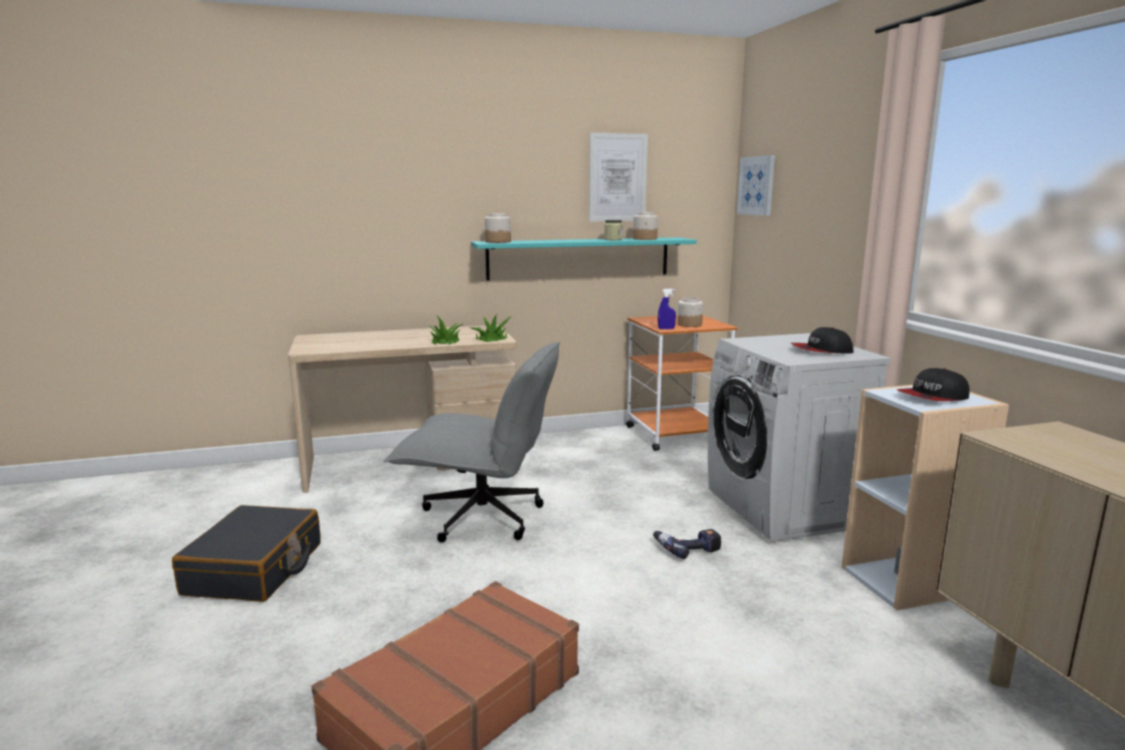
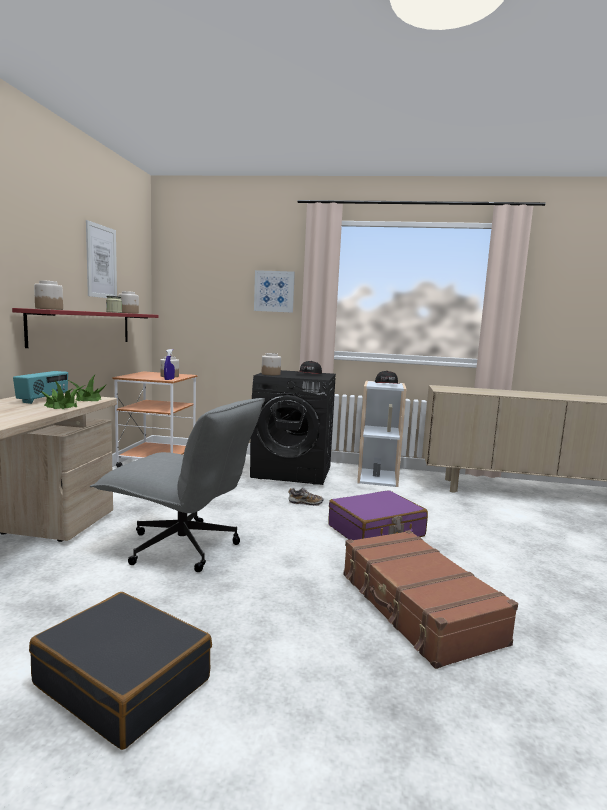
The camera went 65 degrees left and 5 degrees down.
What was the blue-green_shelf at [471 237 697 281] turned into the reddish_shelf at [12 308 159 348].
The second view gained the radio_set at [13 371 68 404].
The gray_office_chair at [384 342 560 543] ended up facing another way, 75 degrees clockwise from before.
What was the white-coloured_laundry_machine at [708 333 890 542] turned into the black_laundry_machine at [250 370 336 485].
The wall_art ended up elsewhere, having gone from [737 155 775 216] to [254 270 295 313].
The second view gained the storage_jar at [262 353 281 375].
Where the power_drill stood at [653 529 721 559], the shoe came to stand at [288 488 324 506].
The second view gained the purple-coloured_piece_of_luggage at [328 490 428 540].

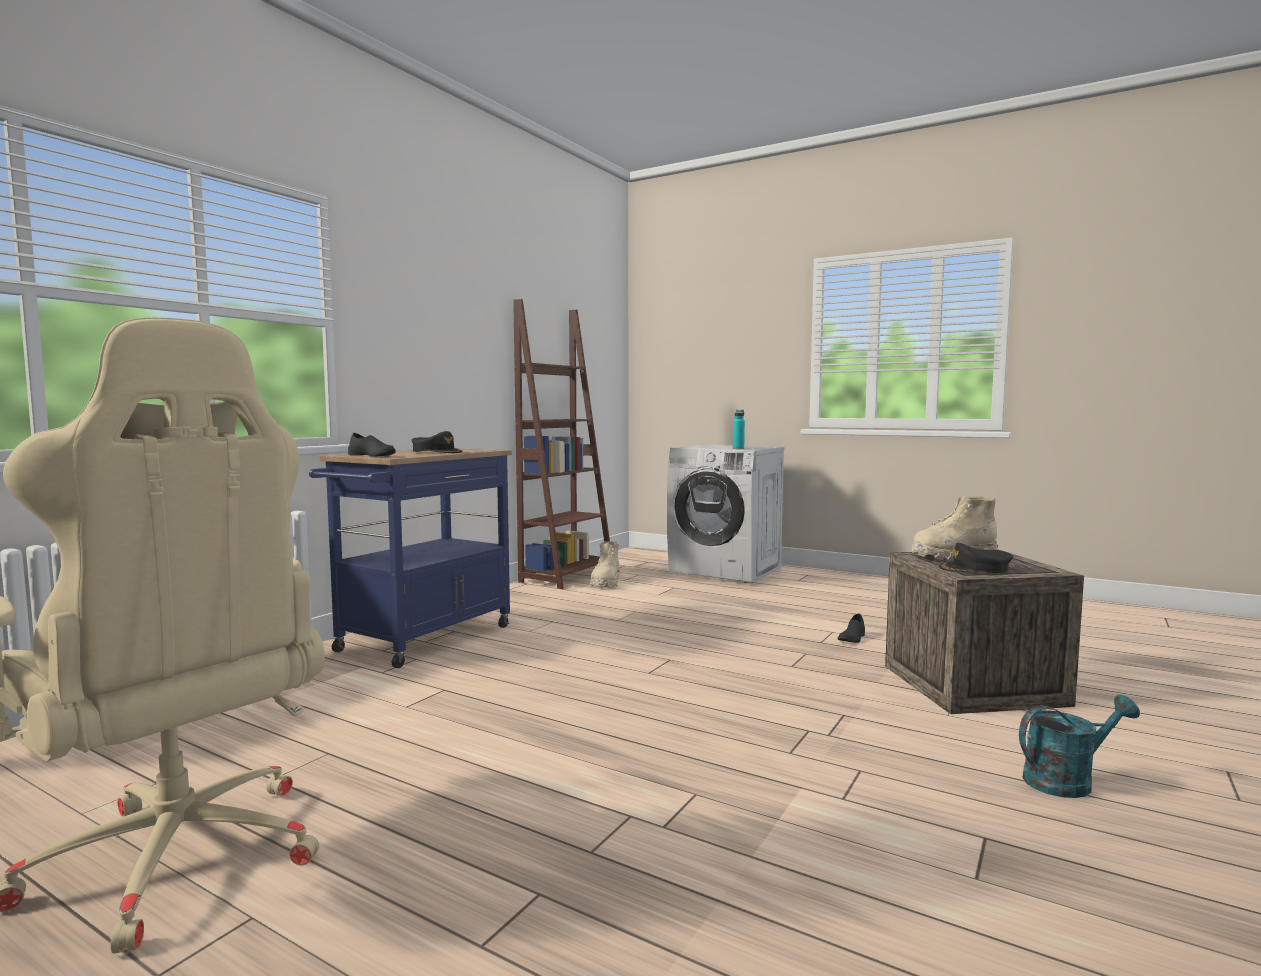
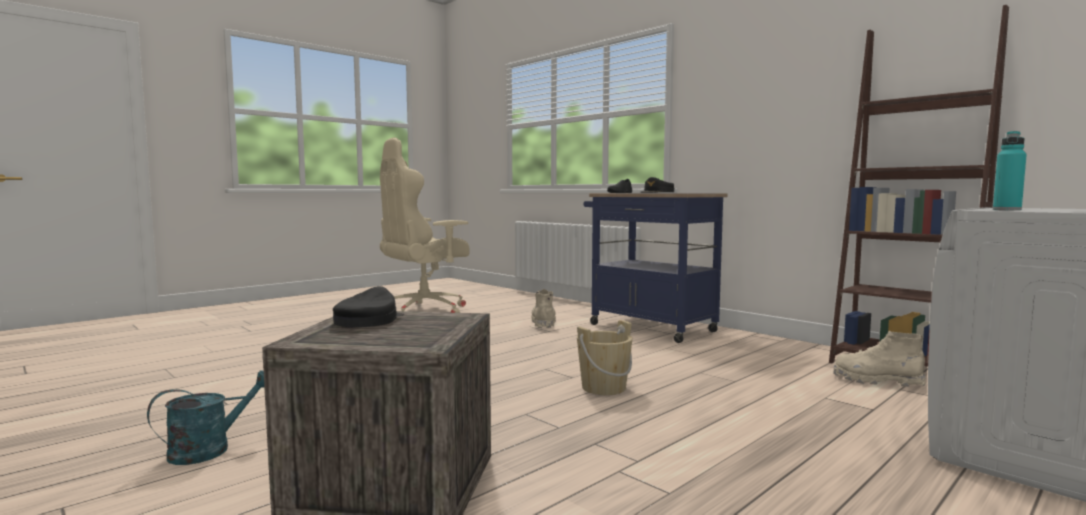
The camera went 105 degrees right and 0 degrees up.
The blue-green_watering_pot at [1019 694 1140 798] ended up facing another way, 135 degrees counterclockwise from before.
The beige-coloured_tall_boot ended up elsewhere, having gone from [912 496 999 561] to [531 289 556 328].
The second view gained the beige-coloured_pail at [577 320 633 395].
The second view lost the black_shoe at [838 613 865 643].

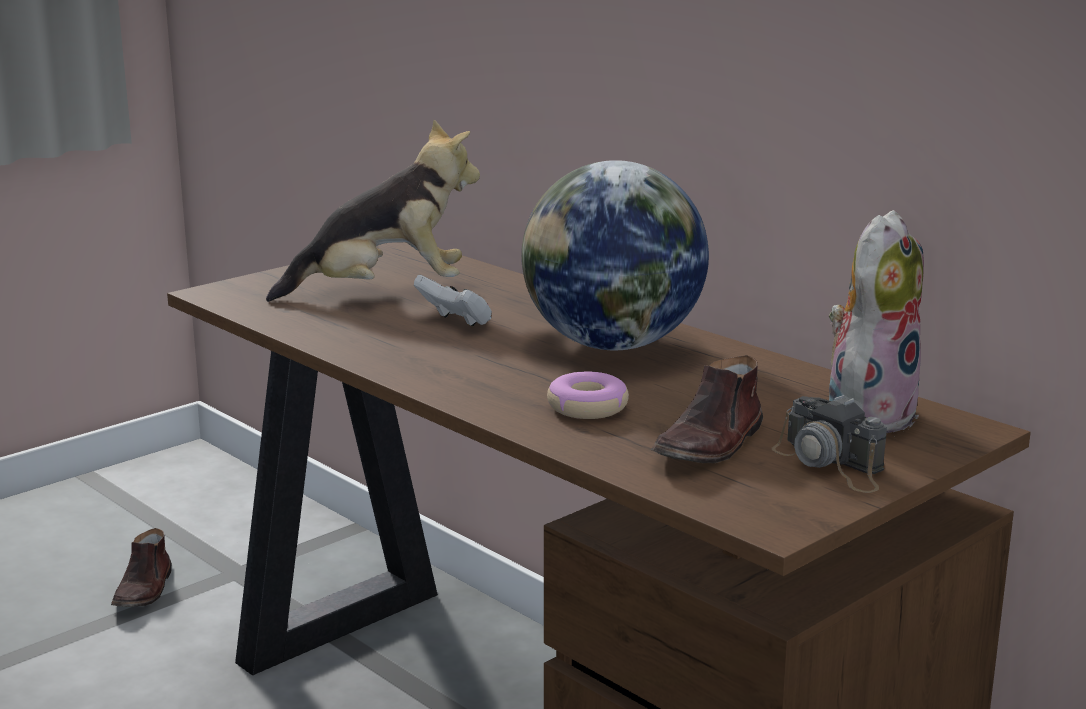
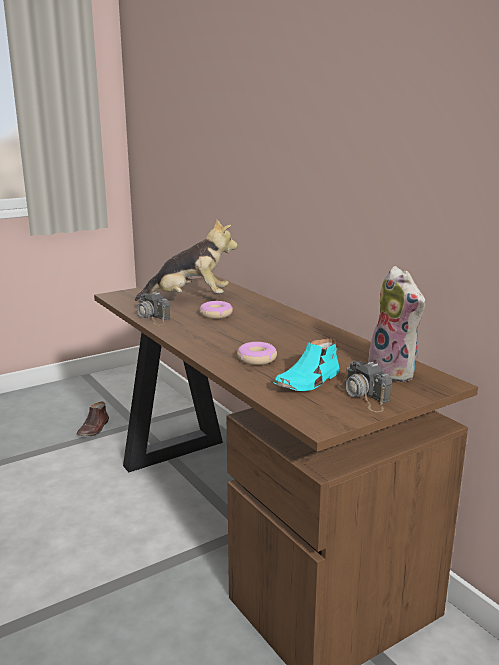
The camera went 10 degrees right and 0 degrees up.
The second view gained the still_camera at [133 292 170 325].
Where the white-coloured_game_controller stood at [414 275 492 327], the ring_doughnut came to stand at [200 301 233 319].
What was the brownish_shoe at [651 355 763 463] turned into the blue-green_shoe at [273 338 340 391].
The cuddly_toy at [829 210 924 437] ended up facing another way, 105 degrees clockwise from before.
The second view lost the globe at [521 160 709 350].

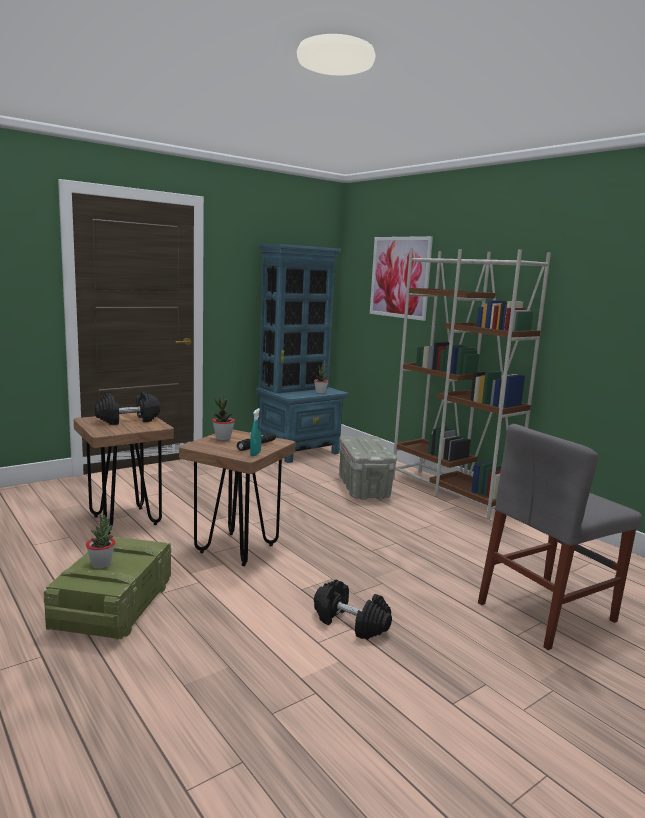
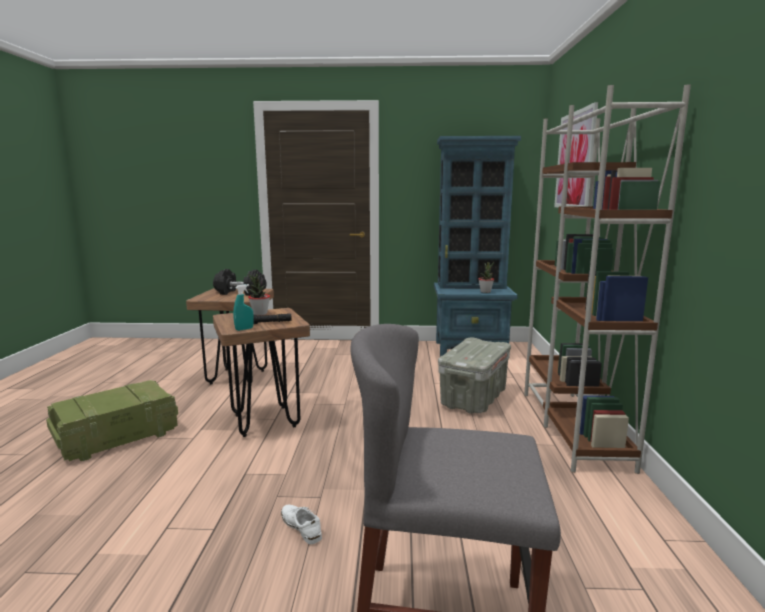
The camera went 40 degrees right and 0 degrees up.
The second view gained the white-coloured_shoe at [281 505 322 544].
The second view lost the houseplant at [86 515 115 569].
The second view lost the black_free_weight at [314 579 392 640].

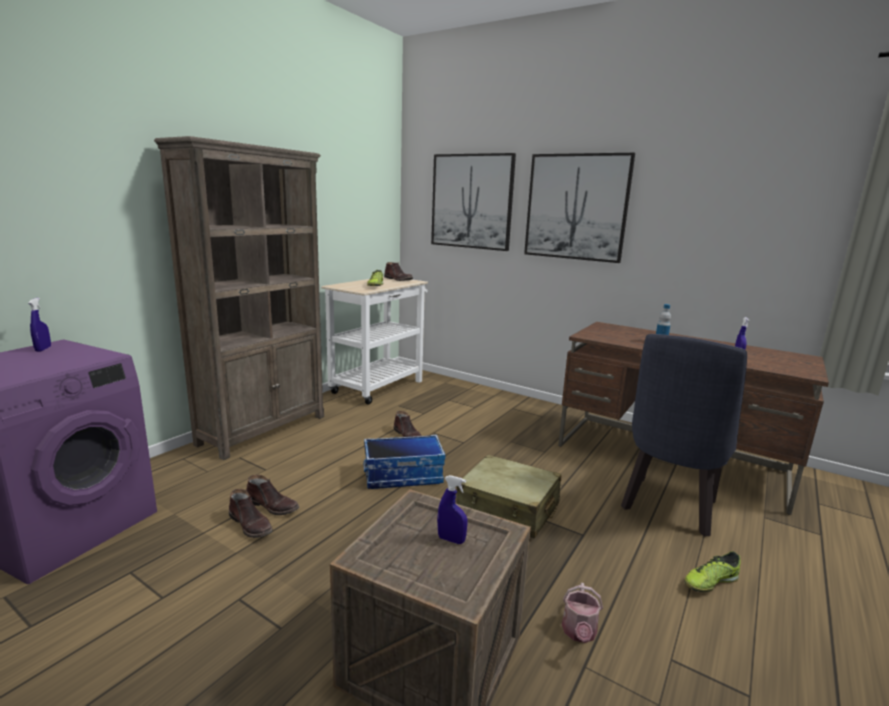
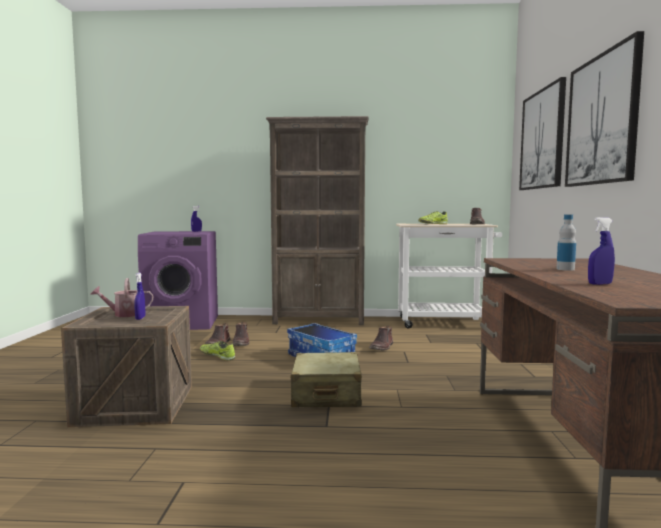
The camera went 60 degrees right and 10 degrees down.
The watering_pot ended up elsewhere, having gone from [562 583 603 643] to [90 278 153 317].
The shoe ended up elsewhere, having gone from [684 551 741 592] to [200 341 235 361].
The second view lost the bluish_plain_chair at [621 334 747 536].

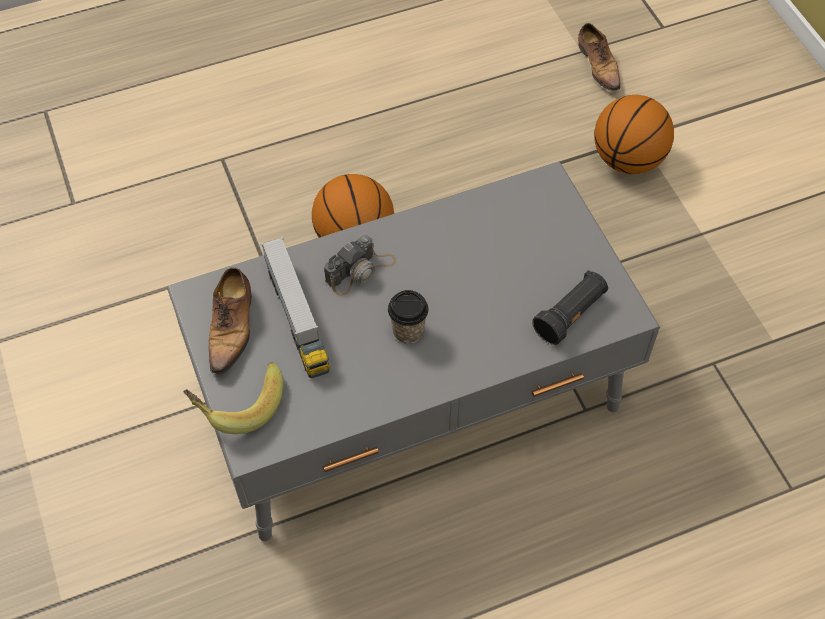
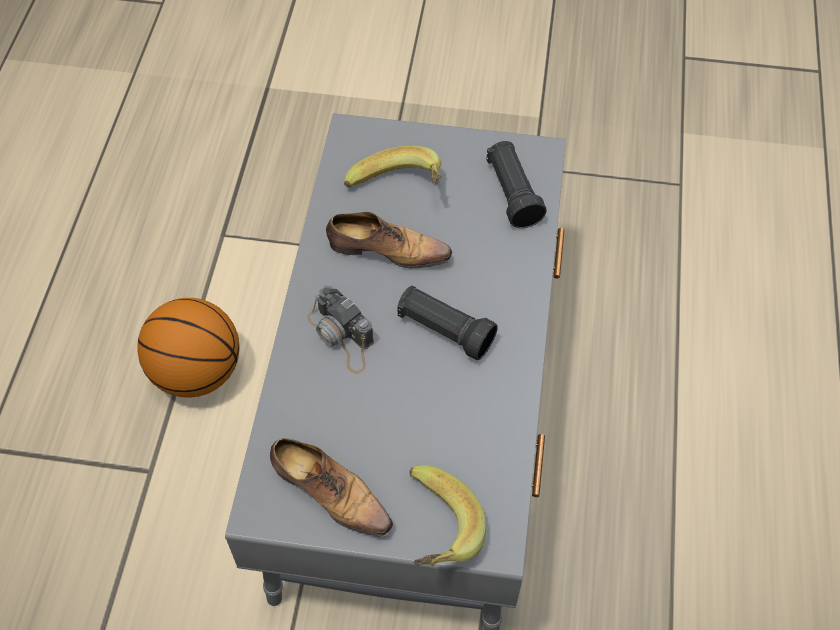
The camera went 60 degrees left and 0 degrees up.
The still_camera at [324 235 396 296] ended up facing another way, 150 degrees clockwise from before.
The shoe ended up elsewhere, having gone from [578 23 620 91] to [326 212 452 268].
The second view gained the banana at [344 146 441 188].
Where the small_cup stood at [388 290 428 344], the black_flashlight came to stand at [397 286 498 360].
The second view lost the model_truck at [261 237 330 379].
The second view lost the ball_for_basketball at [594 95 674 174].

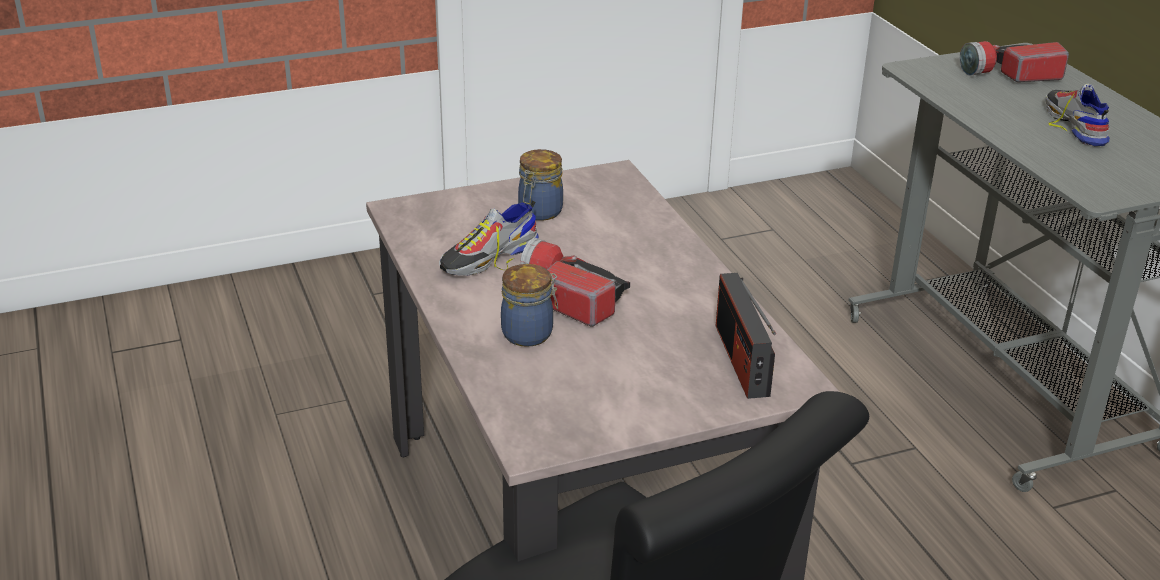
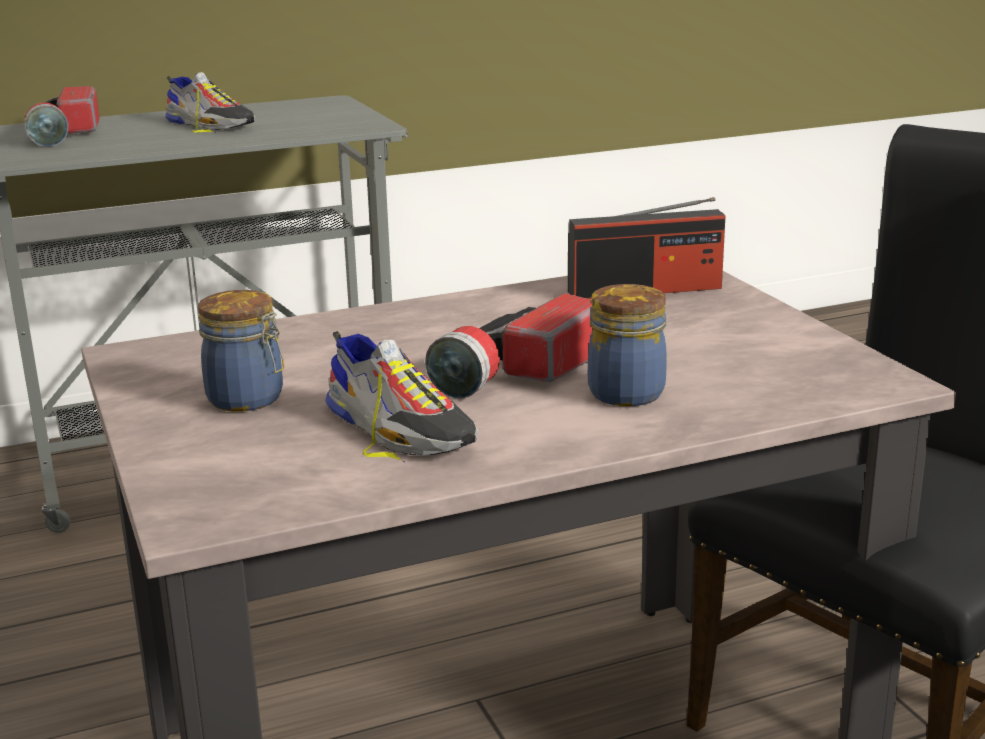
The camera went 90 degrees left and 10 degrees down.
The shoe at [1046 84 1110 147] ended up facing another way, 135 degrees counterclockwise from before.

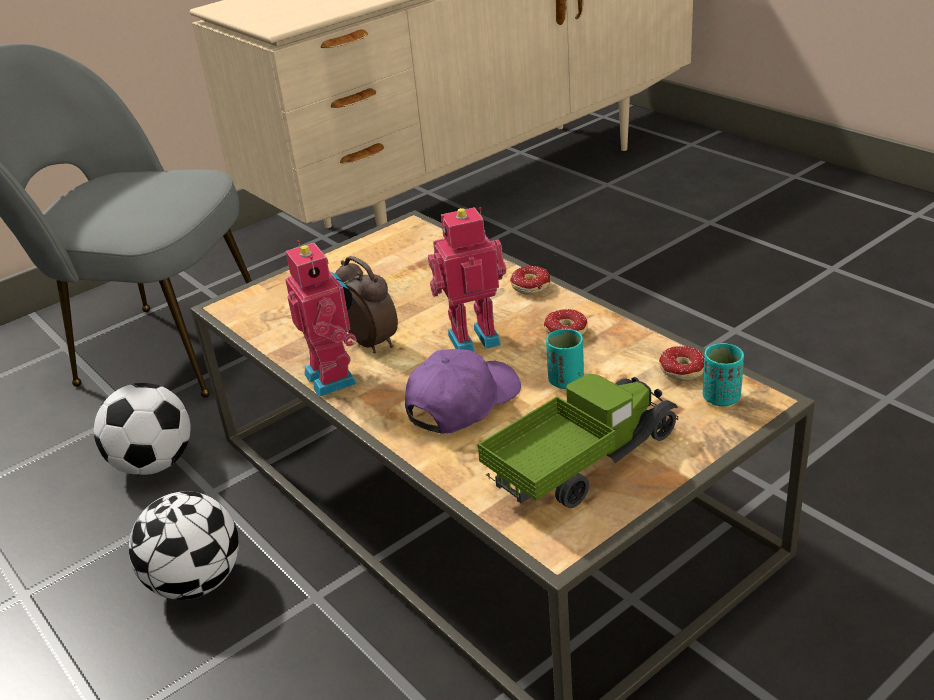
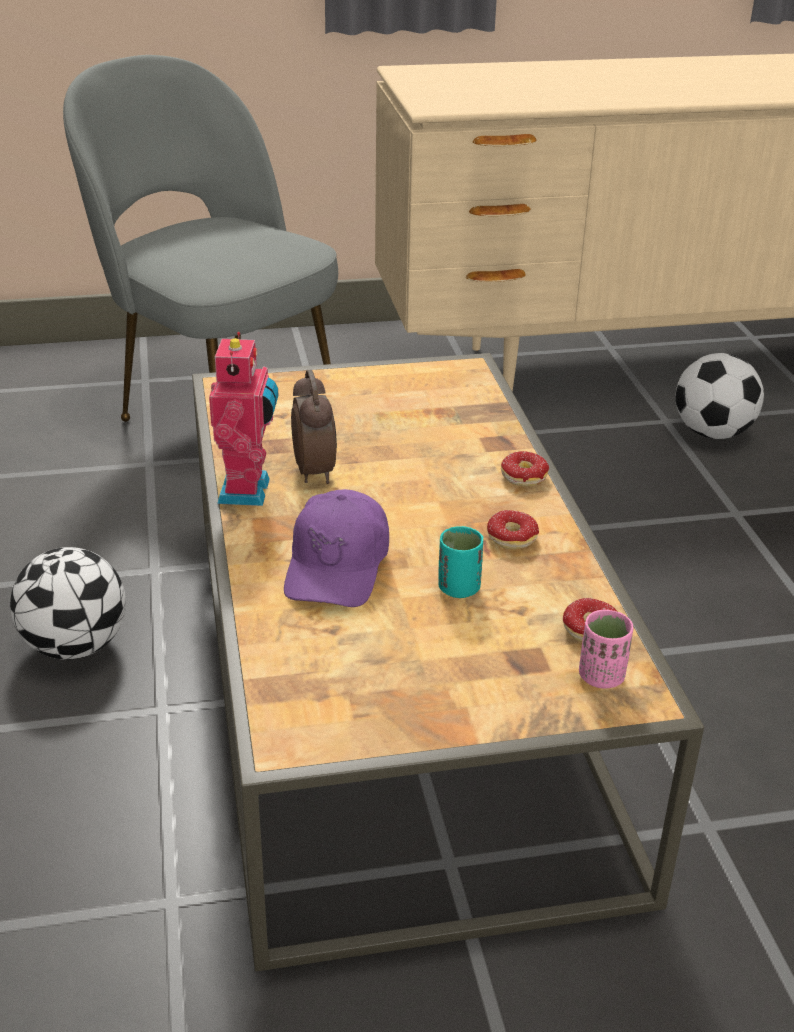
The camera went 25 degrees right and 0 degrees up.
The purple-coloured_peaked_cap at [405 349 521 434] ended up facing another way, 120 degrees clockwise from before.
What was the blue-green_small_cup at [703 343 744 406] turned into the pinkish_small_cup at [579 610 633 689].
The football ended up elsewhere, having gone from [94 383 191 475] to [675 353 764 439].
The second view lost the robot_figure at [428 207 506 352].
The second view lost the model_truck at [477 373 678 508].

